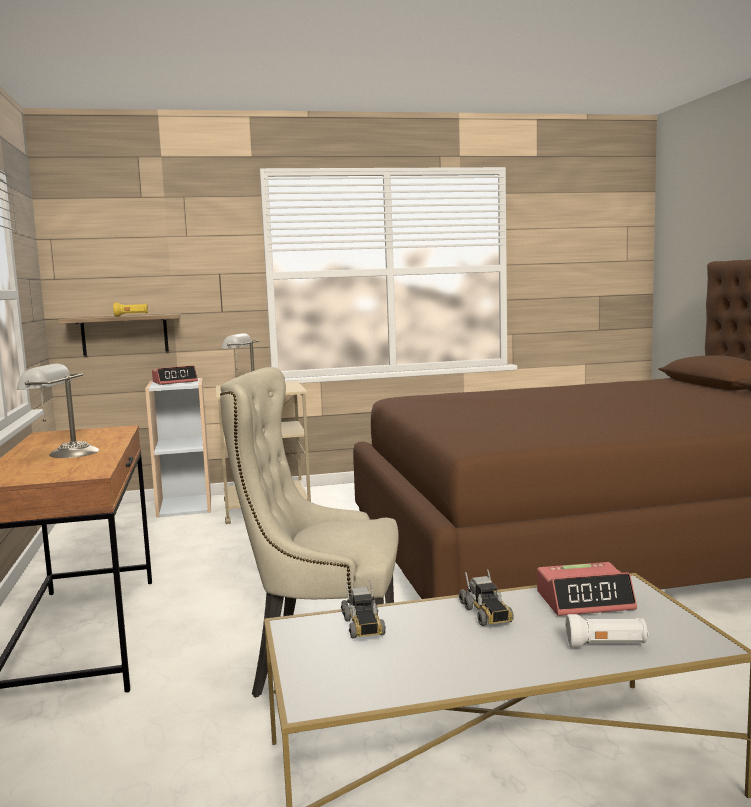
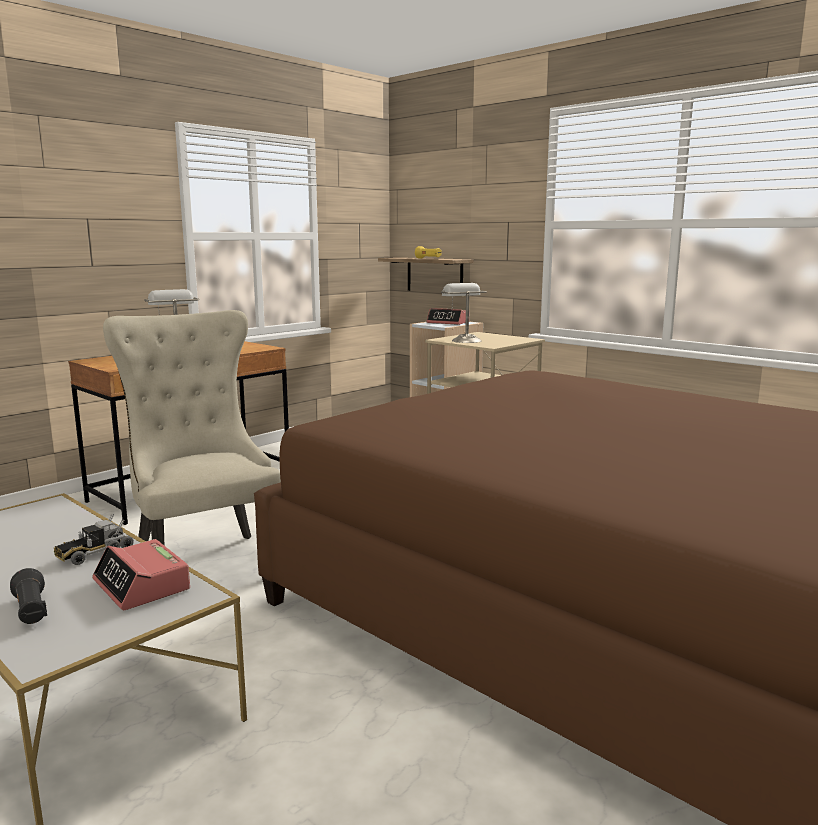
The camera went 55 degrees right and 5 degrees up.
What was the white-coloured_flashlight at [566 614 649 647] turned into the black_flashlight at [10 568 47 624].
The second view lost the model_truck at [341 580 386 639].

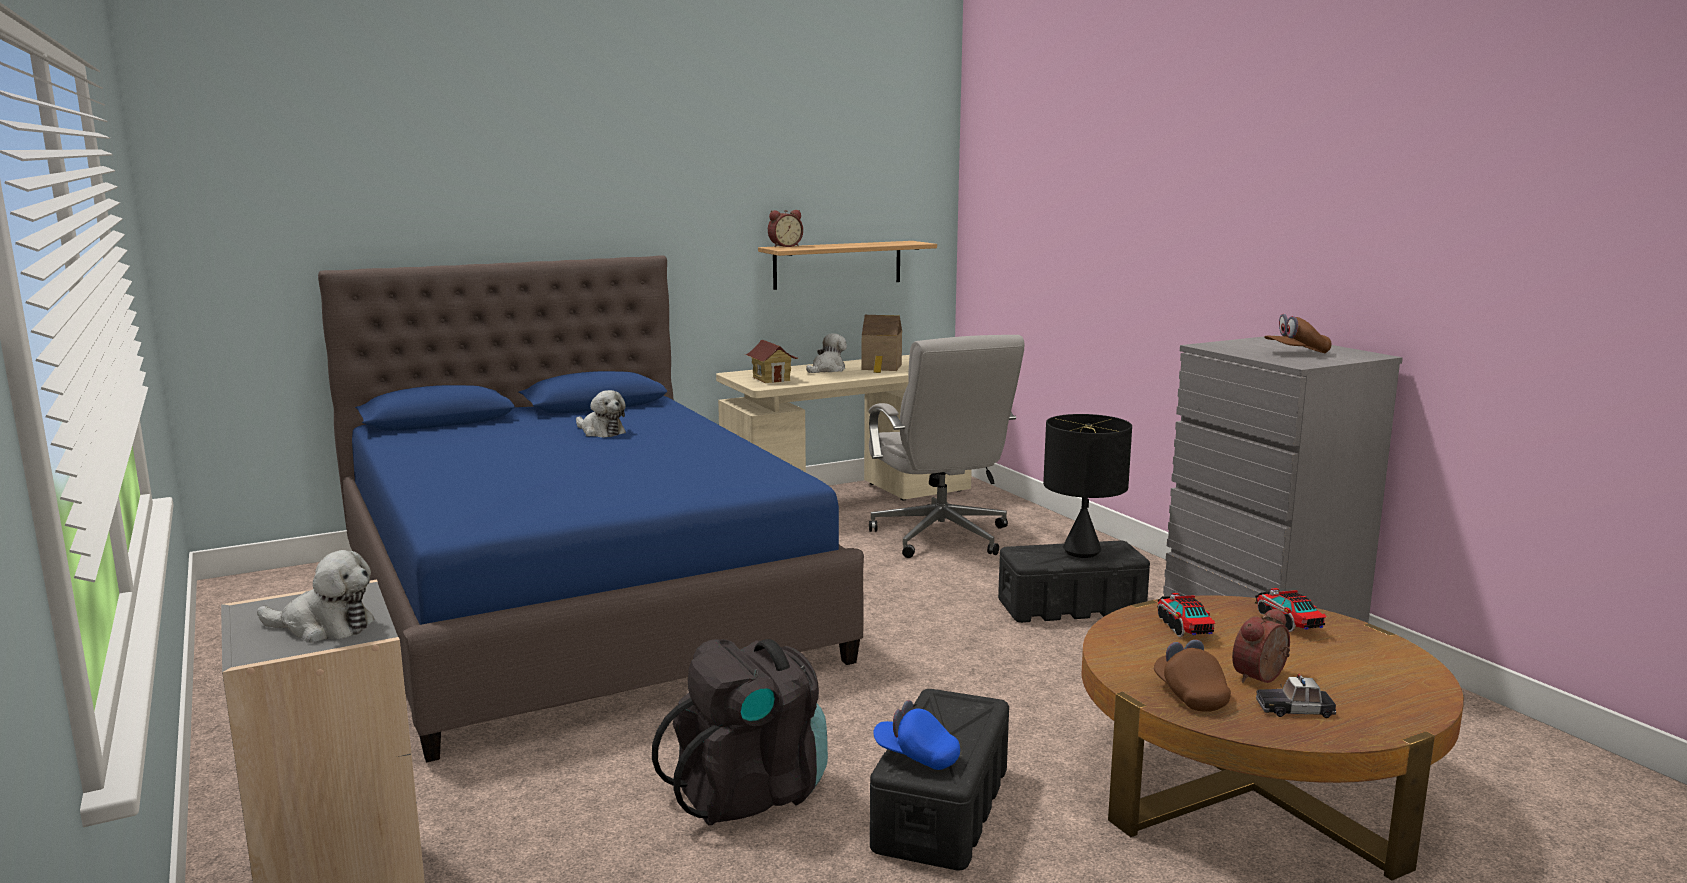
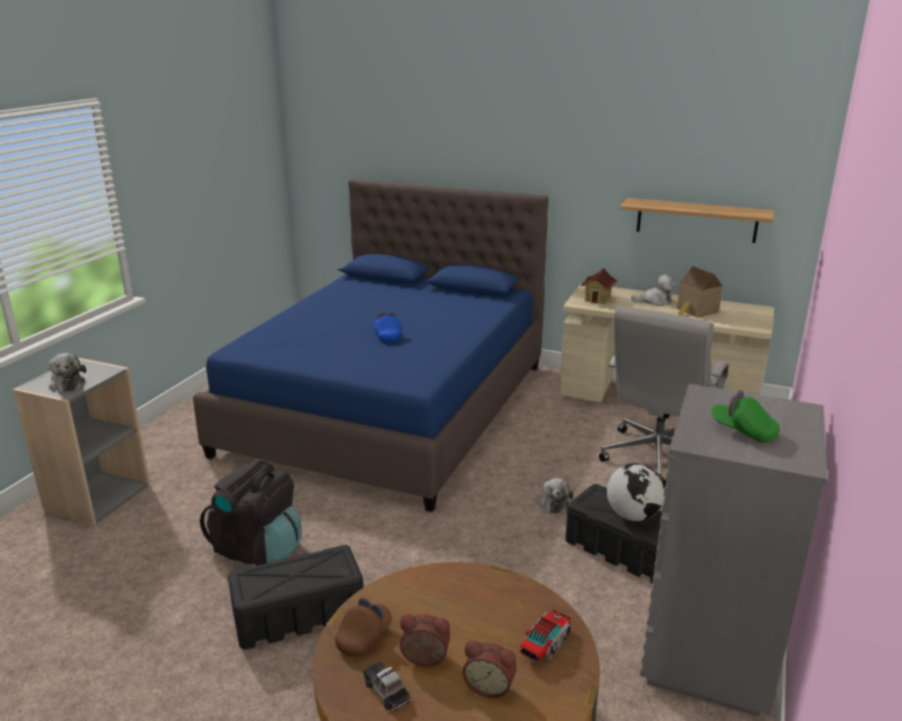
The camera went 50 degrees right and 10 degrees up.
The bluish_peaked_cap ended up elsewhere, having gone from [874 700 960 770] to [374 312 401 342].
The bedside_clock ended up elsewhere, having gone from [768 210 803 247] to [463 640 517 698].
The cuddly_toy ended up elsewhere, having gone from [576 390 626 438] to [538 478 573 513].
Where the black_lamp_for_a_table stood at [1043 414 1132 558], the globe came to stand at [607 463 665 521].
What was the brownish_peaked_cap at [1264 314 1331 353] turned into the greenish_peaked_cap at [711 390 780 443].
The second view lost the model_truck at [1157 593 1215 637].

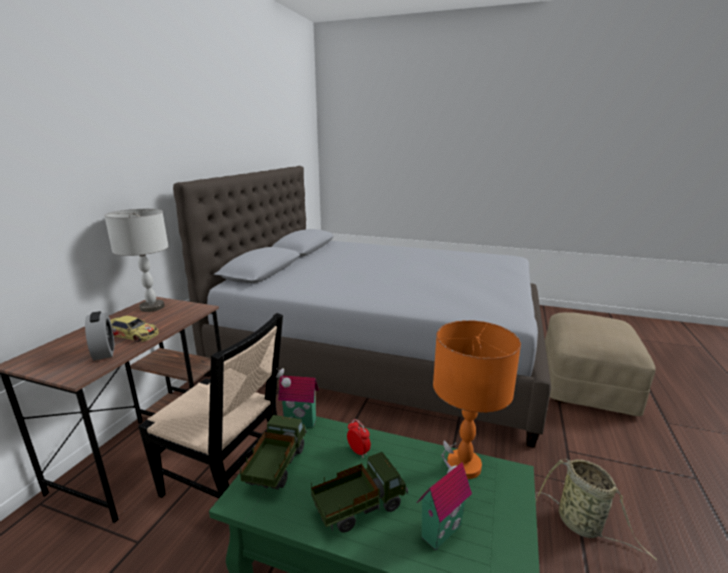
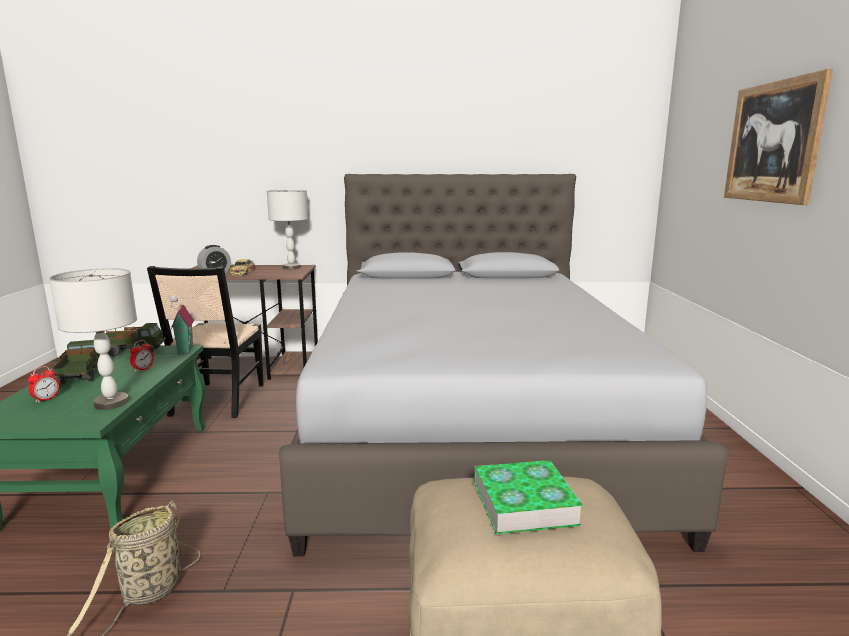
The camera went 70 degrees right and 5 degrees down.
Where the miniature_house stood at [417 440 472 550], the bedside_clock came to stand at [28 366 59 403].
What was the orange-coloured_lamp_for_a_table at [433 320 521 479] turned into the gray_lamp_for_a_table at [49 268 137 410].
The model_truck at [311 452 408 533] ended up facing another way, 150 degrees counterclockwise from before.
The second view gained the book at [474 460 583 534].
The second view gained the wall_art at [724 69 833 205].

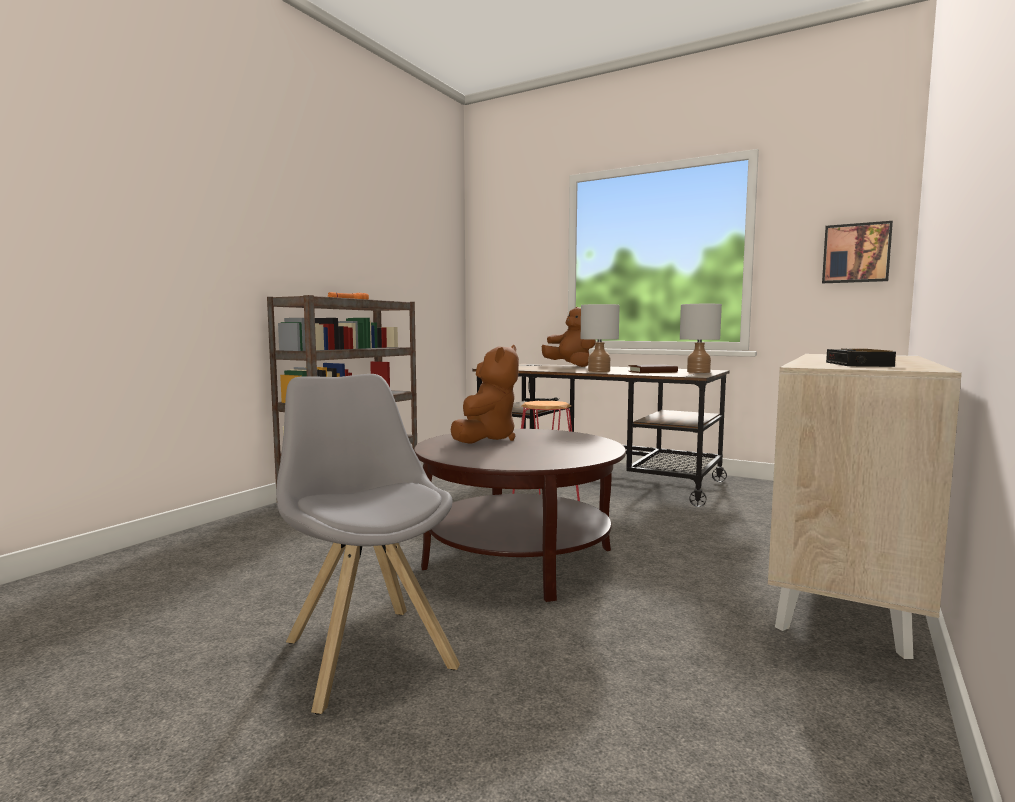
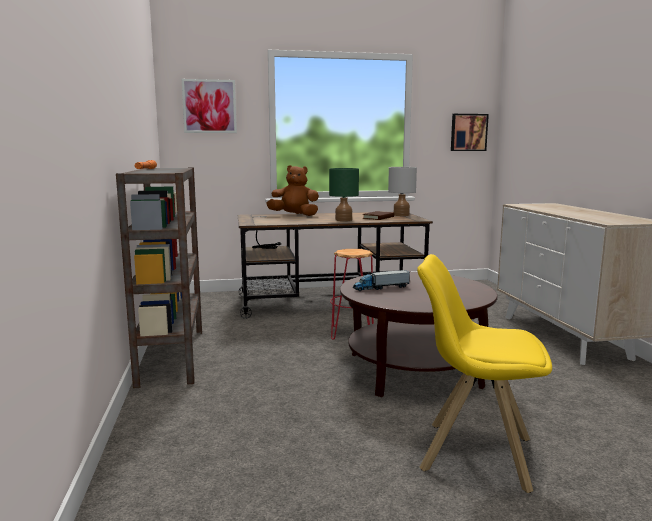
The camera went 40 degrees left and 5 degrees up.
The second view gained the wall_art at [182 79 237 133].
What was the gray_lamp_for_a_table at [581 304 620 372] turned into the greenish_lamp_for_a_table at [329 168 359 221].
Where the brownish_cuddly_toy stood at [451 345 519 444], the model_truck came to stand at [353 270 410 291].
What was the gray_plain_chair at [276 374 460 714] turned into the yellowish_plain_chair at [417 254 552 493].
The second view lost the bedside_clock at [826 348 896 367].

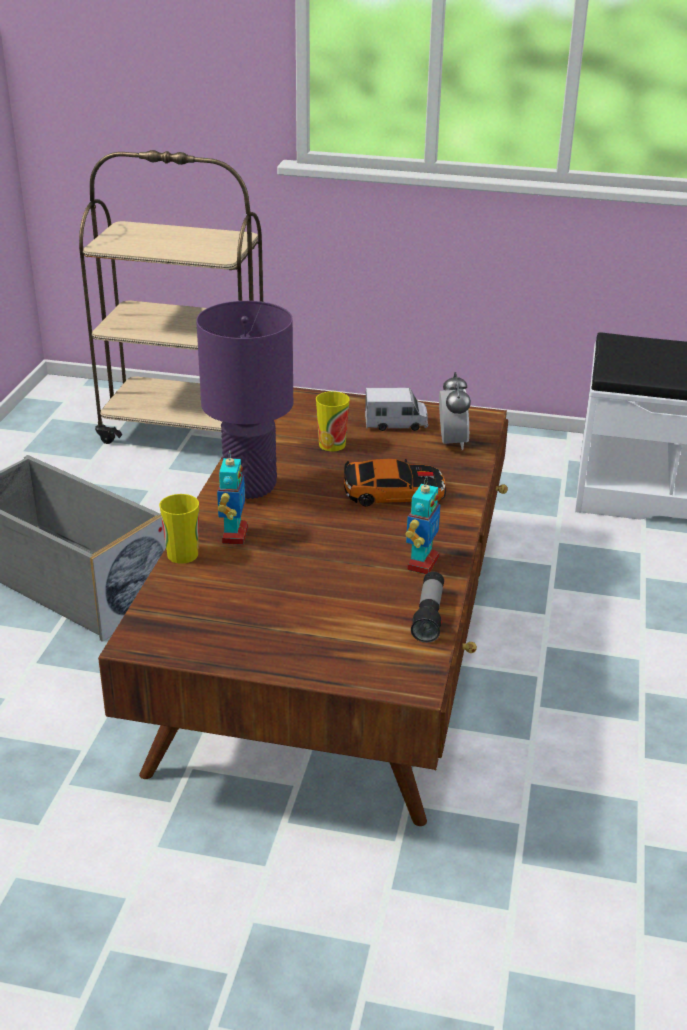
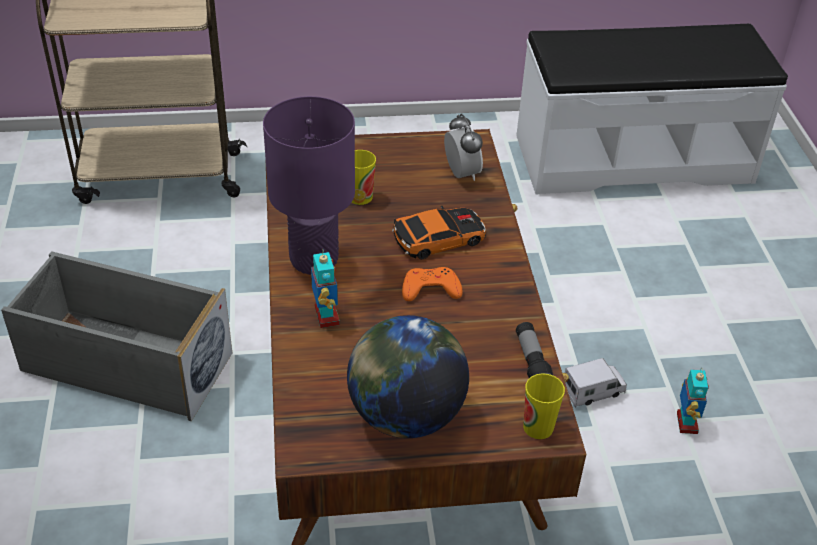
The camera went 20 degrees left and 10 degrees up.
The second view gained the globe at [347 315 469 438].
The second view gained the orange-coloured_game_controller at [402 267 463 301].
The small_cup ended up elsewhere, having gone from [159 494 199 564] to [523 373 565 439].
The model_truck ended up elsewhere, having gone from [365 388 428 431] to [565 358 627 408].
The robot_figure ended up elsewhere, having gone from [406 477 440 574] to [677 369 709 434].

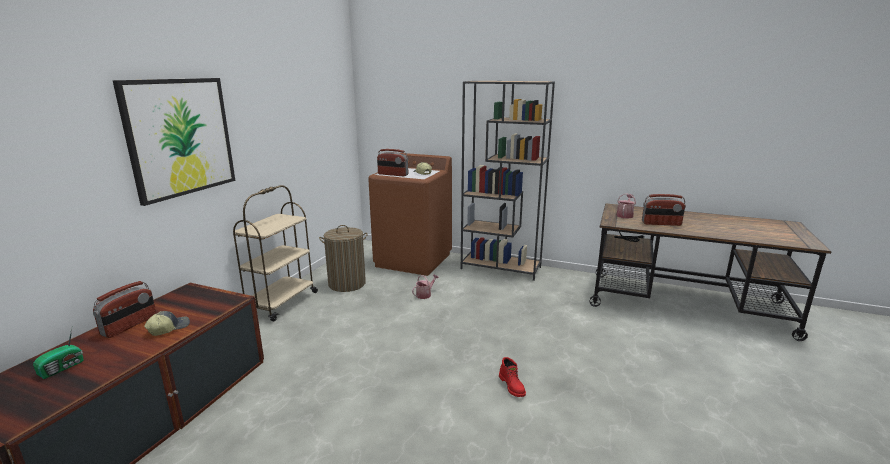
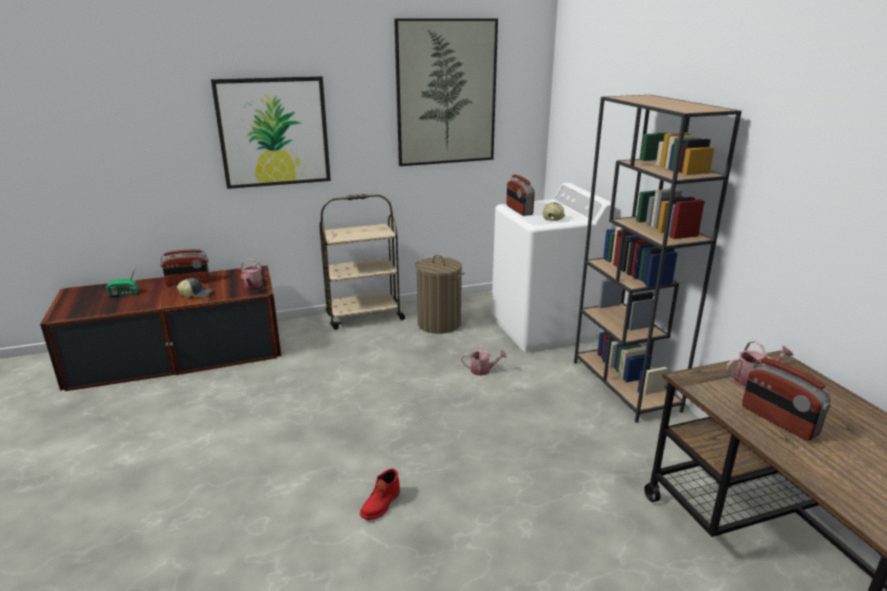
The camera went 50 degrees right and 5 degrees up.
The second view gained the watering_pot at [241 259 263 288].
The second view gained the wall_art at [394 18 498 166].
What was the brownish_laundry_machine at [368 153 452 276] turned into the white-coloured_laundry_machine at [492 183 612 352].

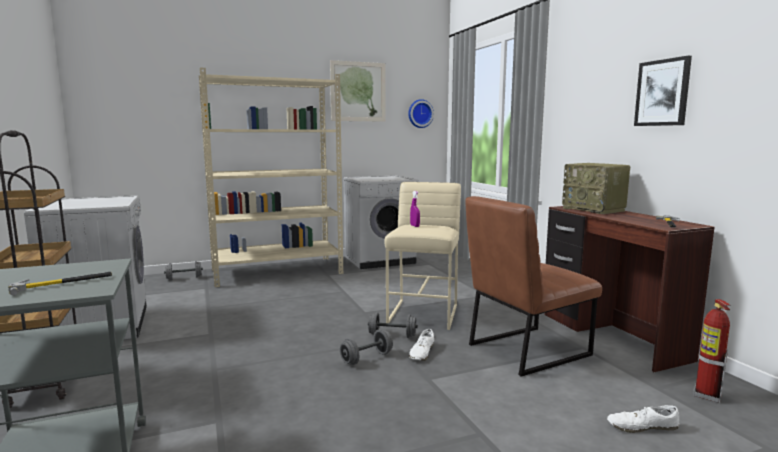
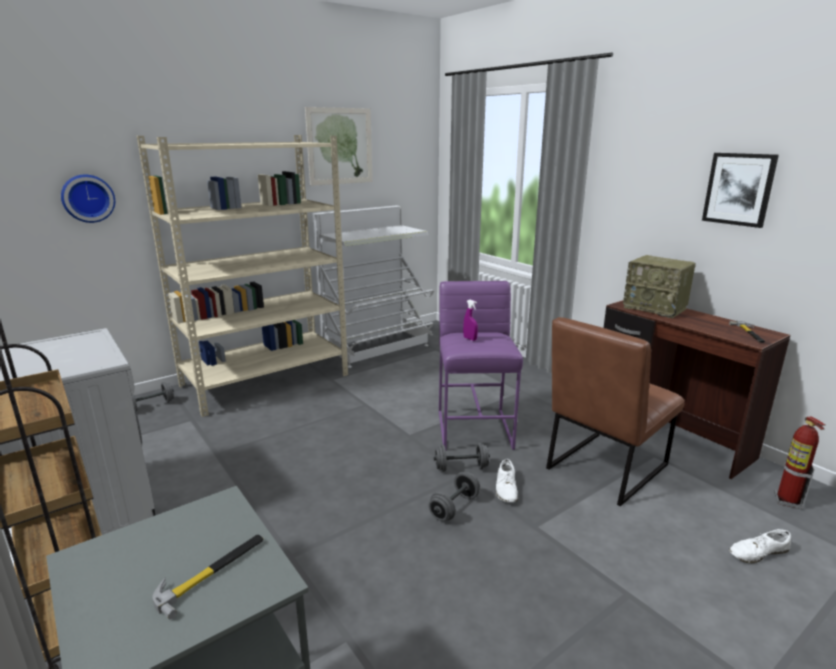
The camera went 15 degrees left and 10 degrees up.
The hanging_clock ended up elsewhere, having gone from [408 99 434 128] to [61 175 115 223].
Where the white-coloured_laundry_machine stood at [343 175 418 269], the white-coloured_shoe_rack came to stand at [312 205 434 368].
What was the beige-coloured_stool at [385 182 461 330] turned into the purple-coloured_stool at [439 281 523 451].

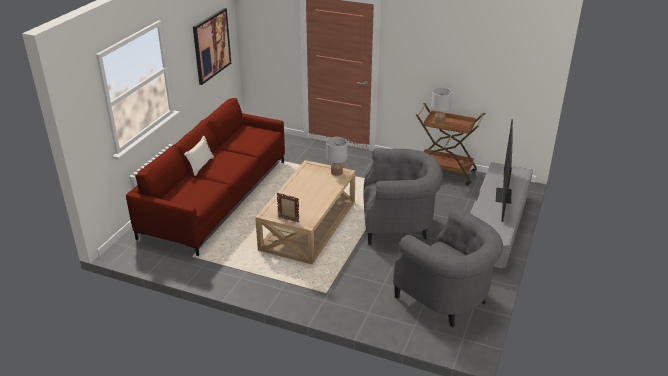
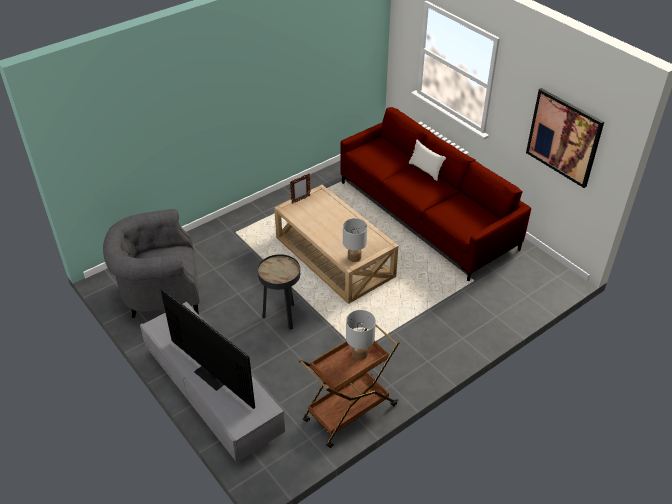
The camera went 120 degrees right and 10 degrees up.
Where the gray_armchair stood at [363 148 443 245], the black_side_table came to stand at [258 254 300 330].

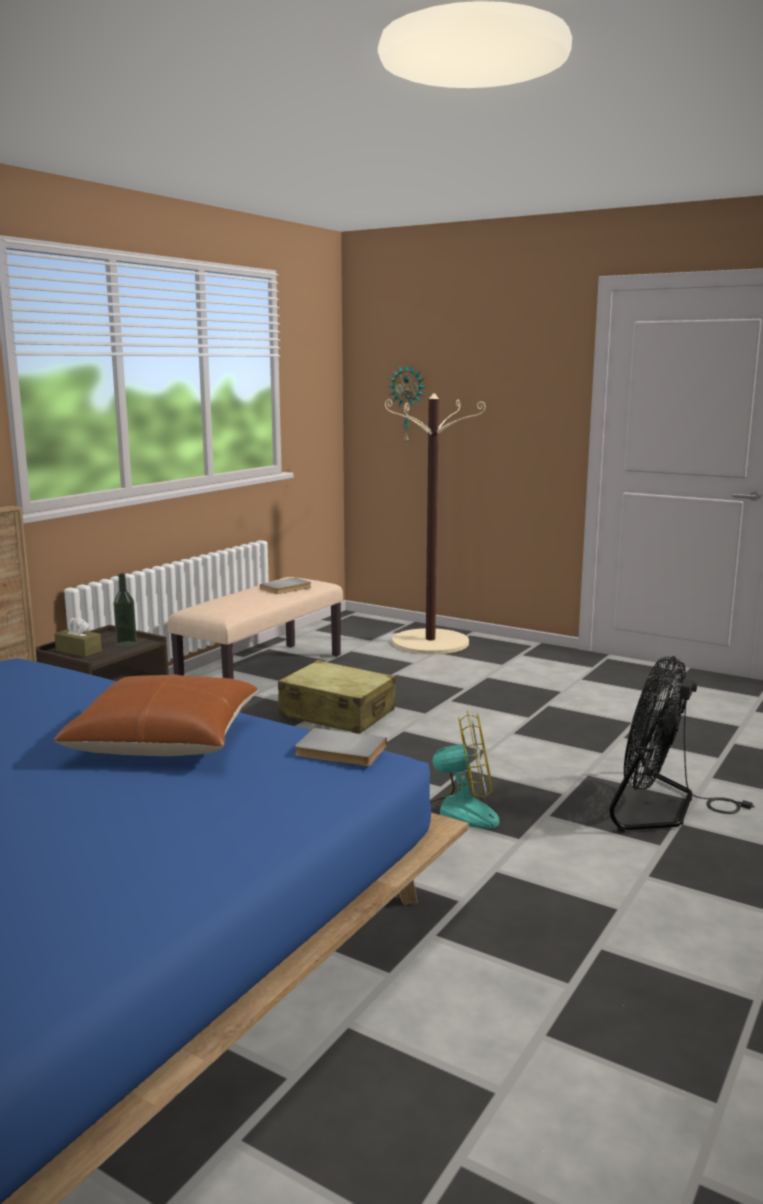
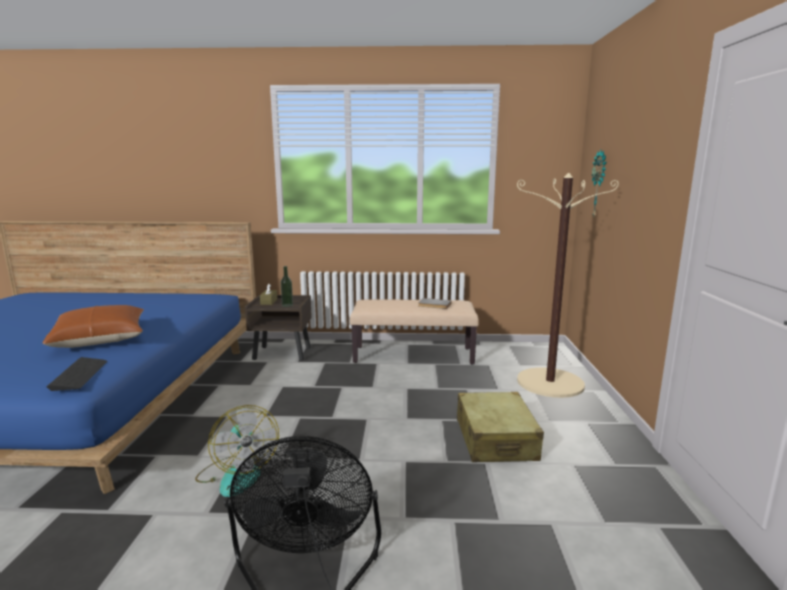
The camera went 60 degrees right and 0 degrees up.
Where the gray_book stood at [295 728 387 766], the computer_keyboard came to stand at [46 357 107 391].
The beige-coloured_piece_of_luggage ended up elsewhere, having gone from [278 660 396 734] to [457 392 544 462].

